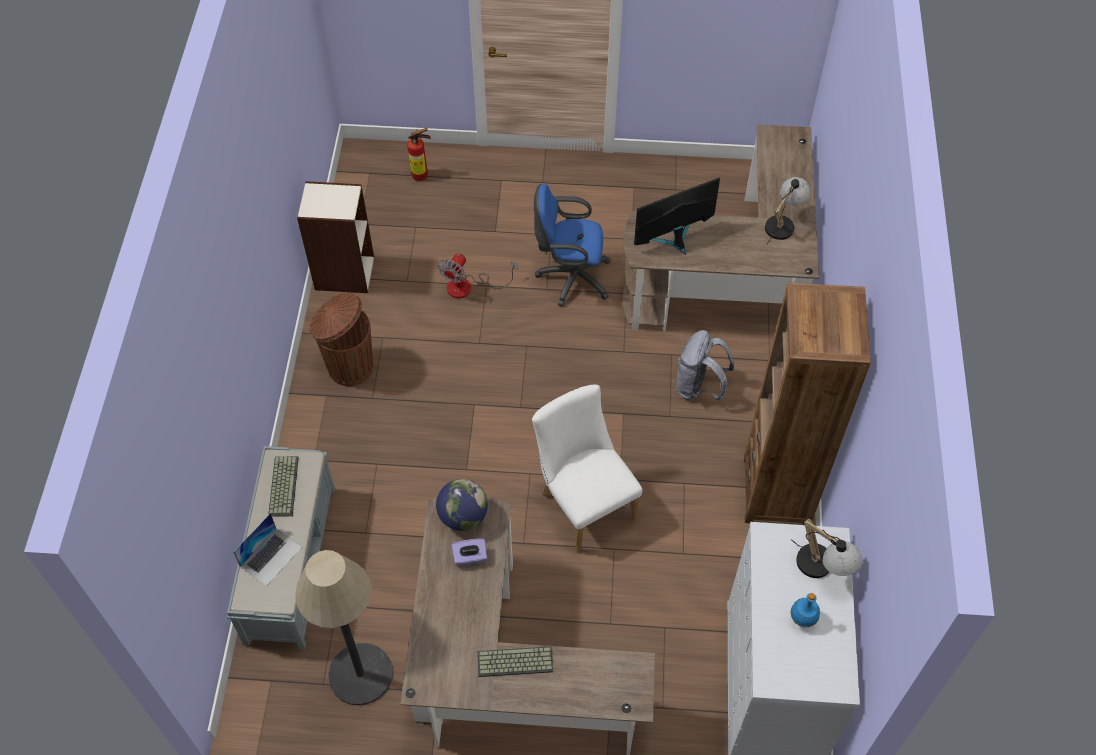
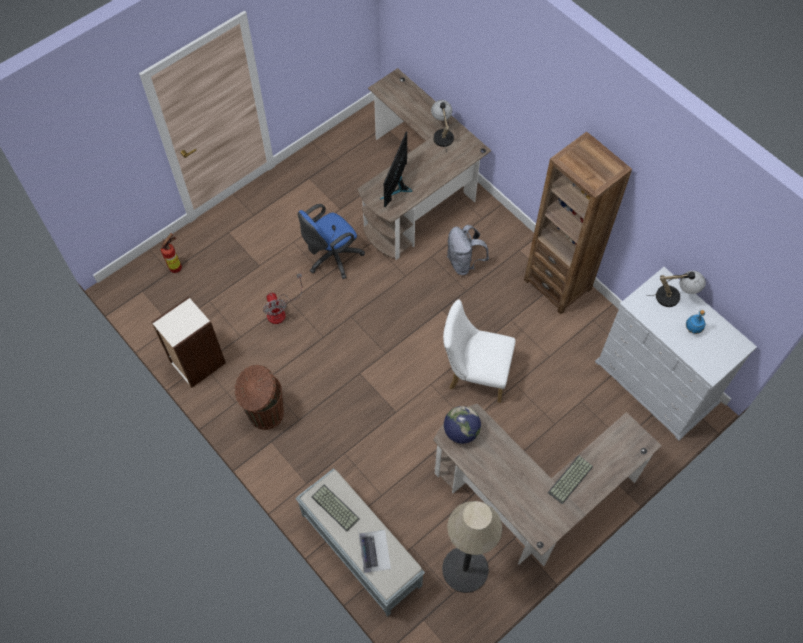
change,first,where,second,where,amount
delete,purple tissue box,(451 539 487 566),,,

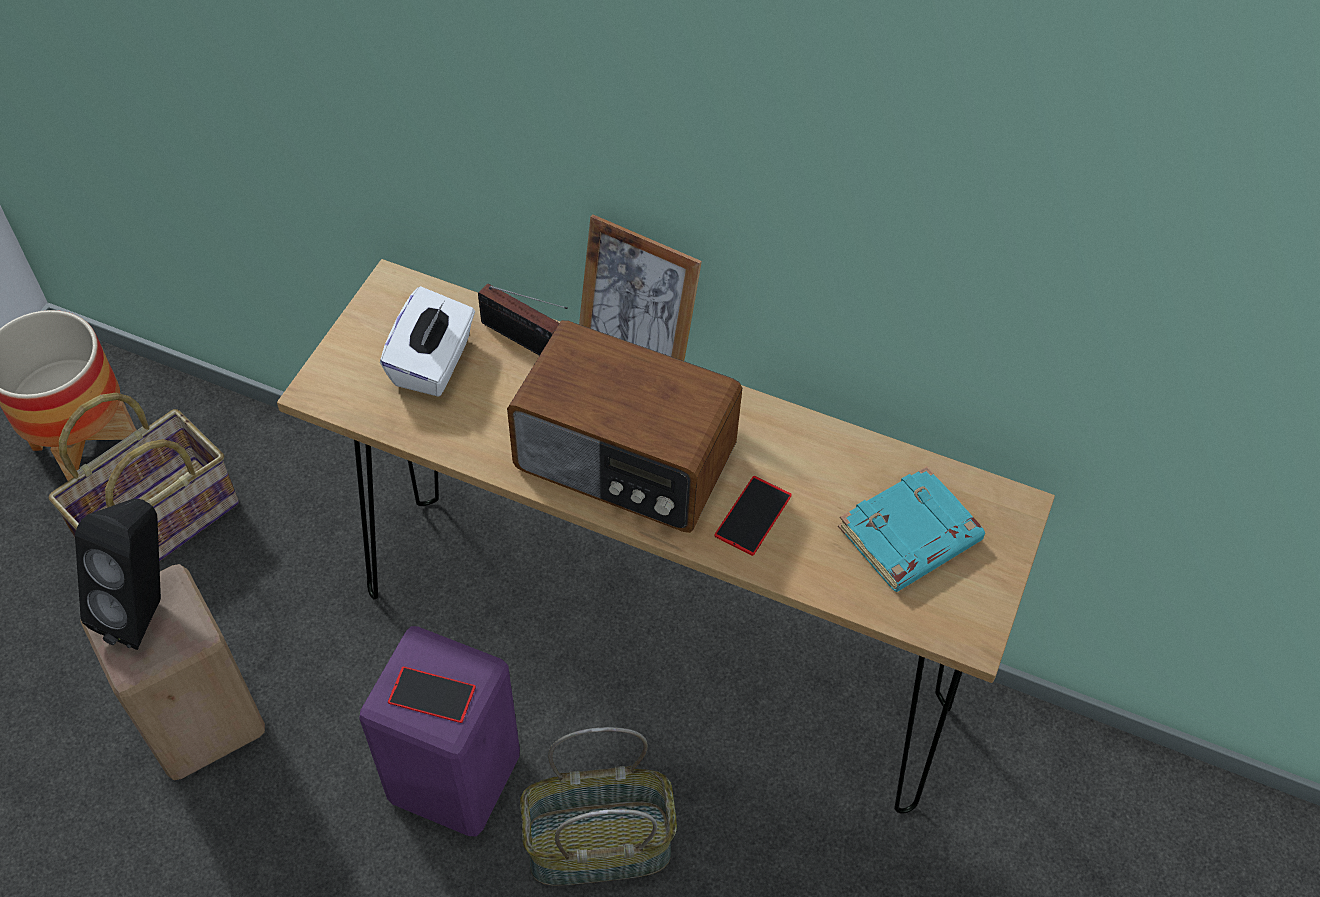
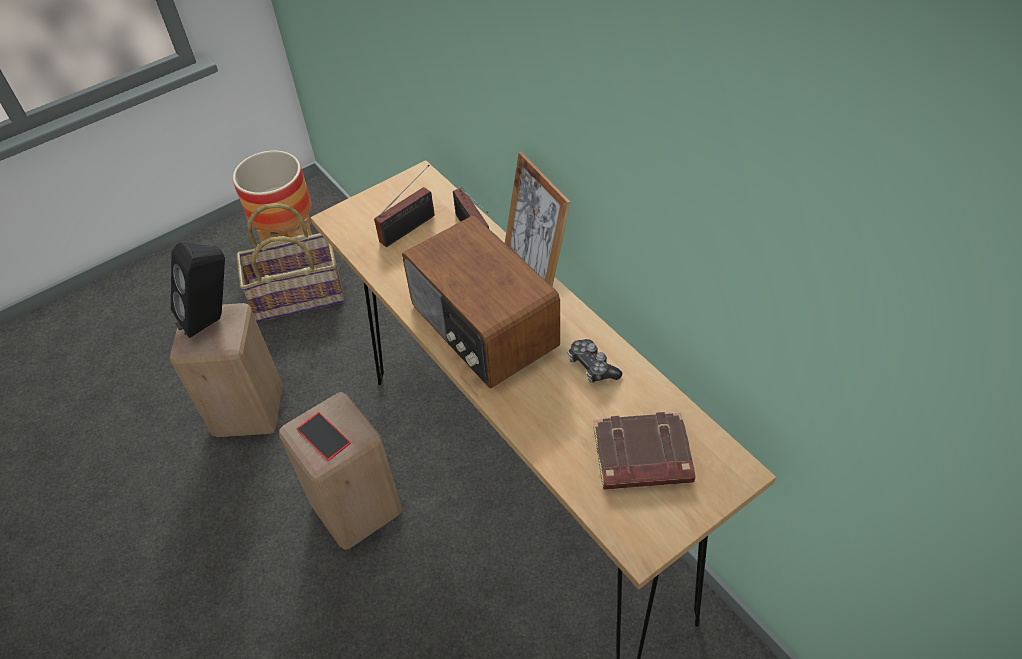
change,first,where,second,where,amount
recolor,purple stool,(359 626 520 837),beige stool,(279 392 402 550),
replace,white tissue box,(380 286 475 397),radio,(374 165 435 247),
insert,,,game controller,(568 339 622 382),
recolor,turquoise book,(838 466 985 592),brown book,(593 412 695 490),
delete,basket,(520 727 677 885),,,
delete,phone,(714 476 792 556),,,

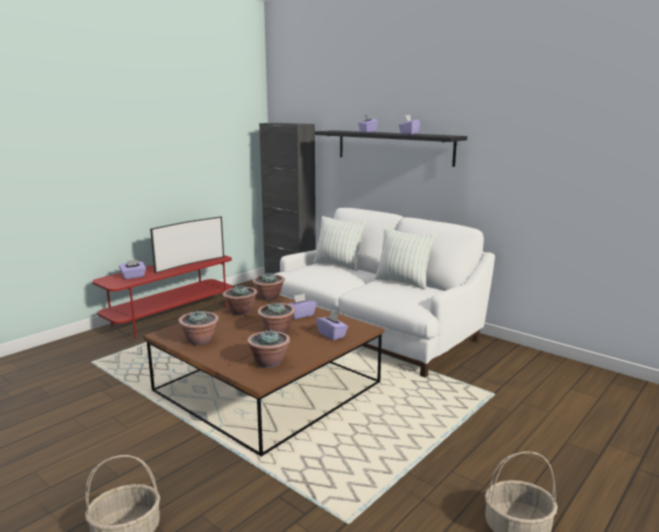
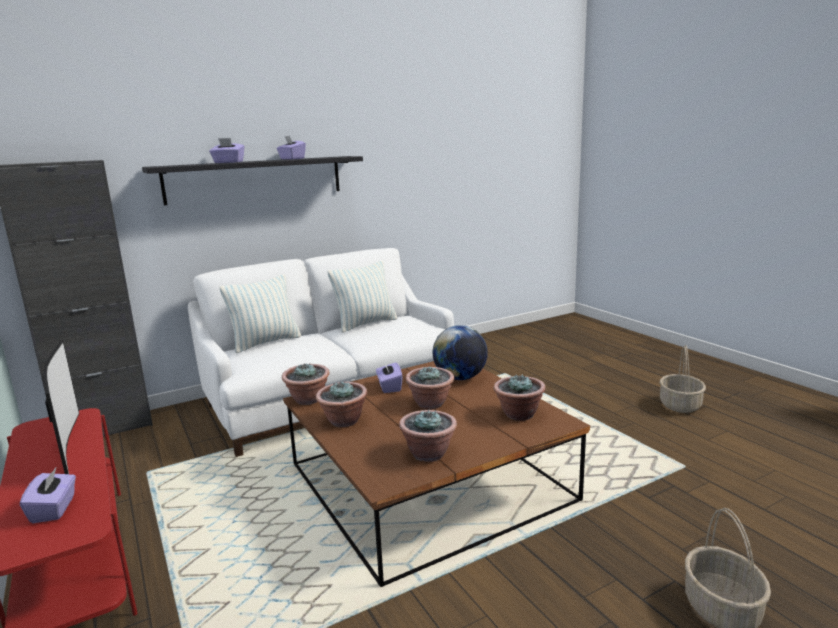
change,first,where,second,where,amount
replace,purple tissue box,(316 311 348 340),globe,(433 325 488 380),

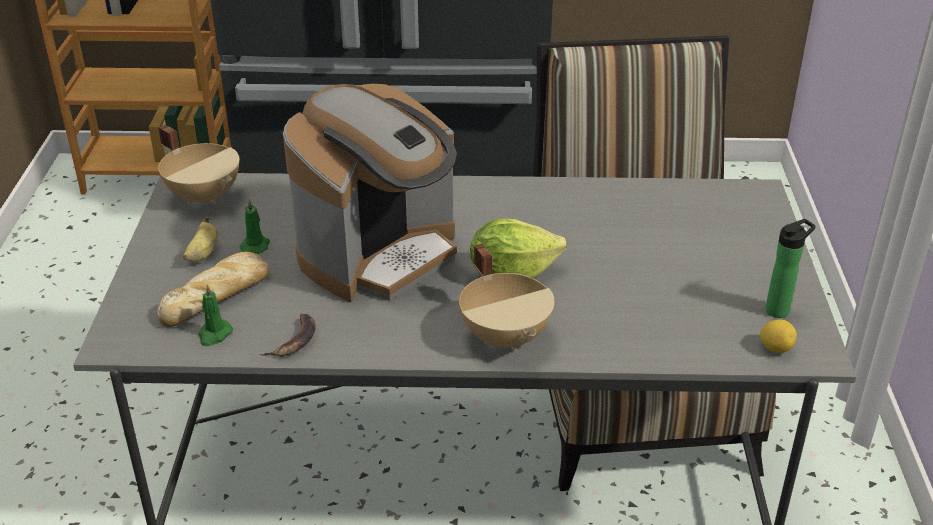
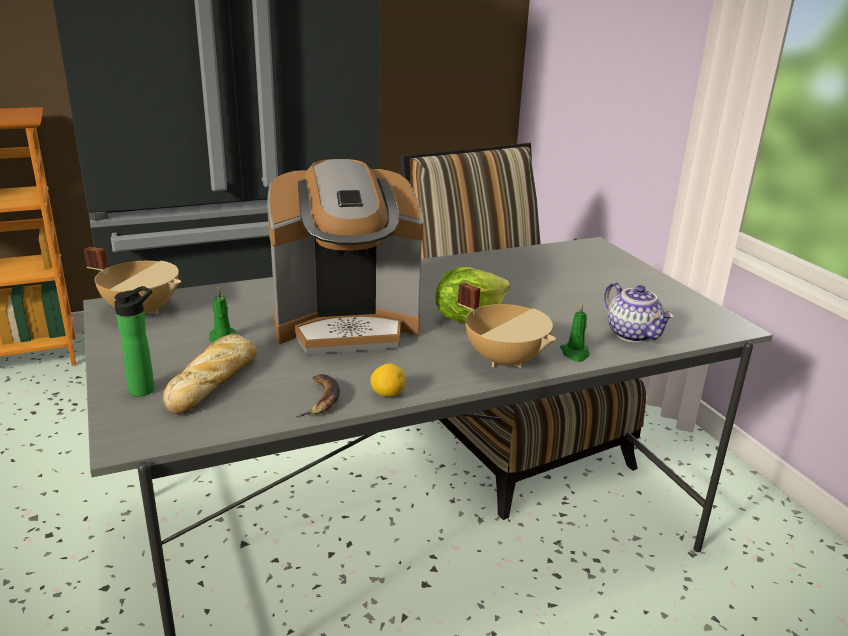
change,first,where,second,where,amount
move,bottle,(765 219 816 318),,(114 286 155 396),
rotate,coffee machine,(283 84 457 302),,(267 159 424 354),60 degrees clockwise
move,lemon,(760 319 797 353),,(370 363 406 397),
move,green candle,(198 284 233 346),,(560 303 589 362),
insert,,,teapot,(604 282 674 343),
delete,banana,(183 216 218 263),,,

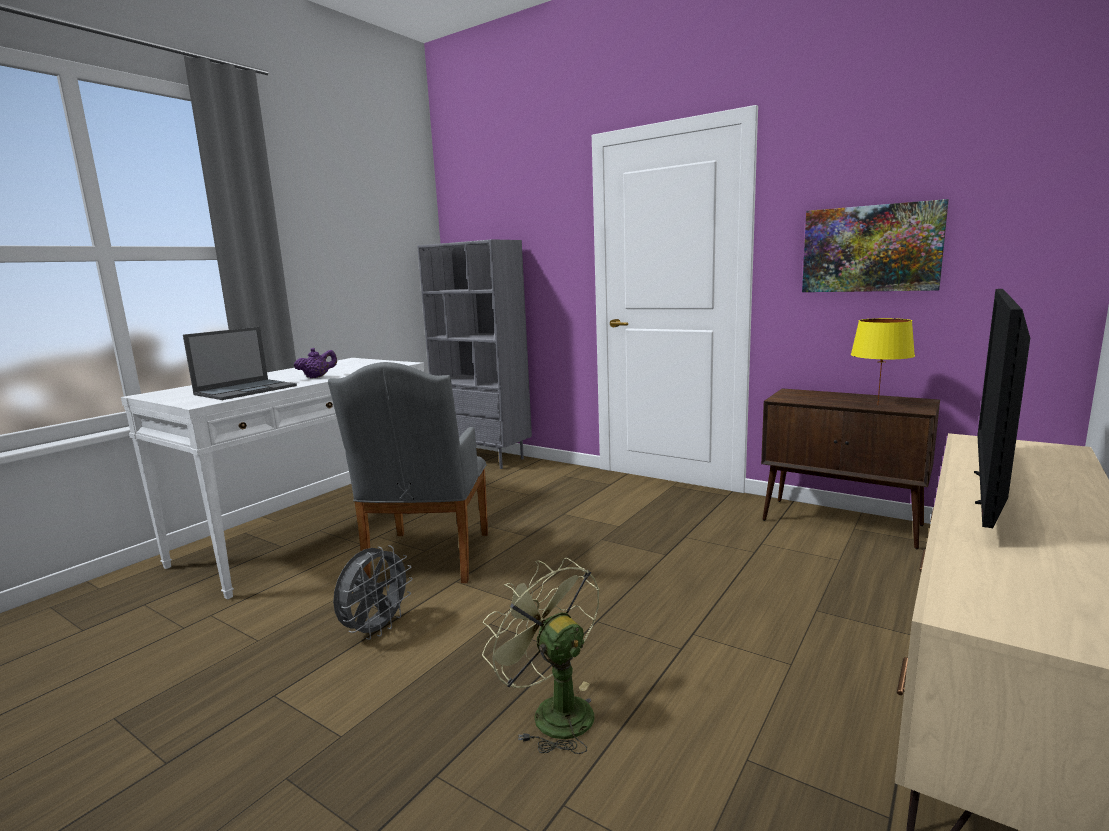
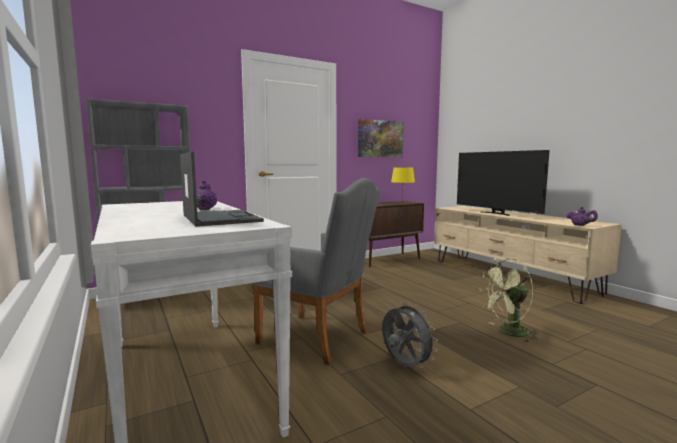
change,first,where,second,where,amount
insert,,,purple teapot,(566 207 598 226),

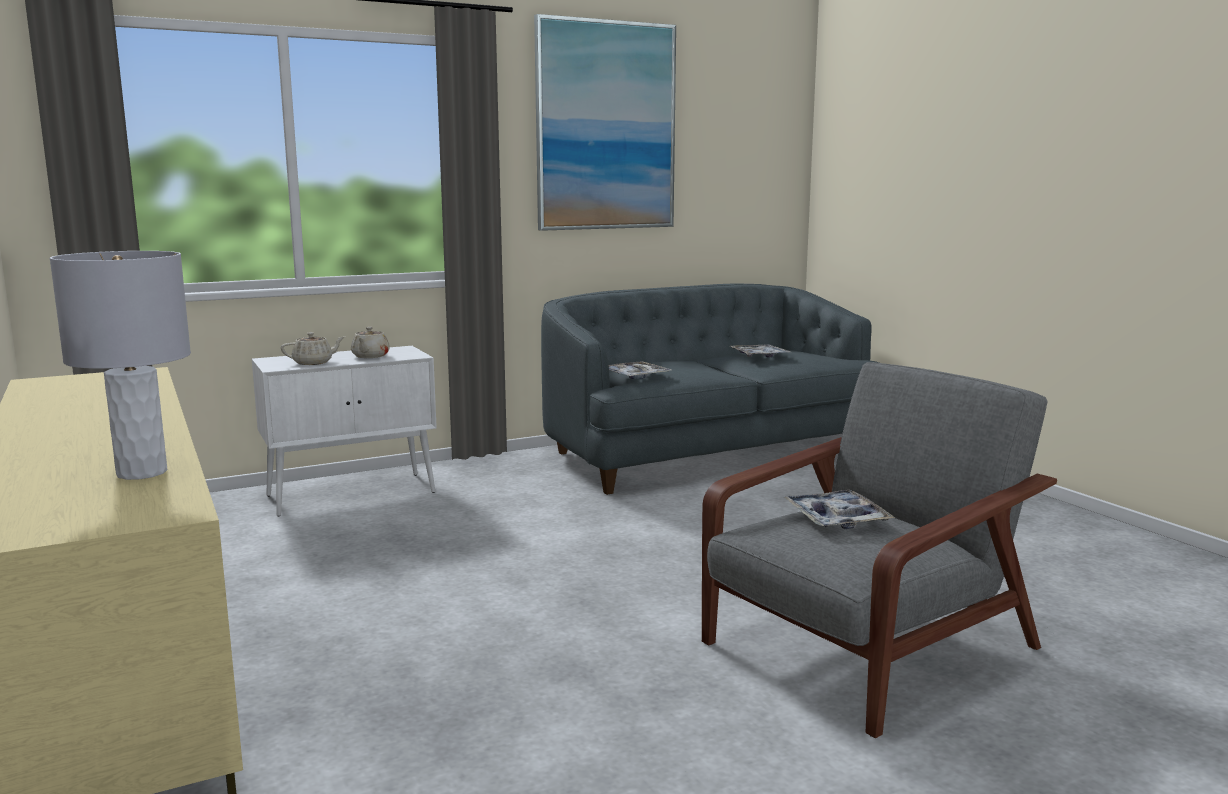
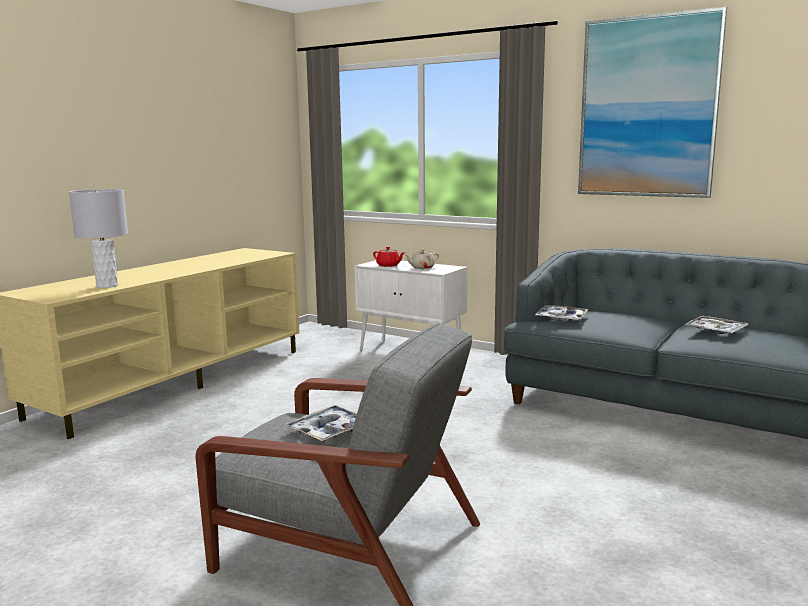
change,first,where,second,where,amount
recolor,beige teapot,(281 332 344 365),red teapot,(373 247 405 267),

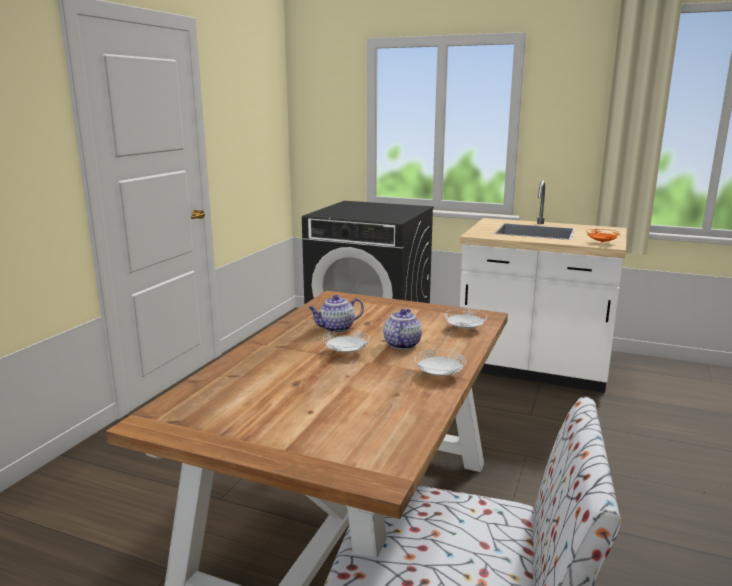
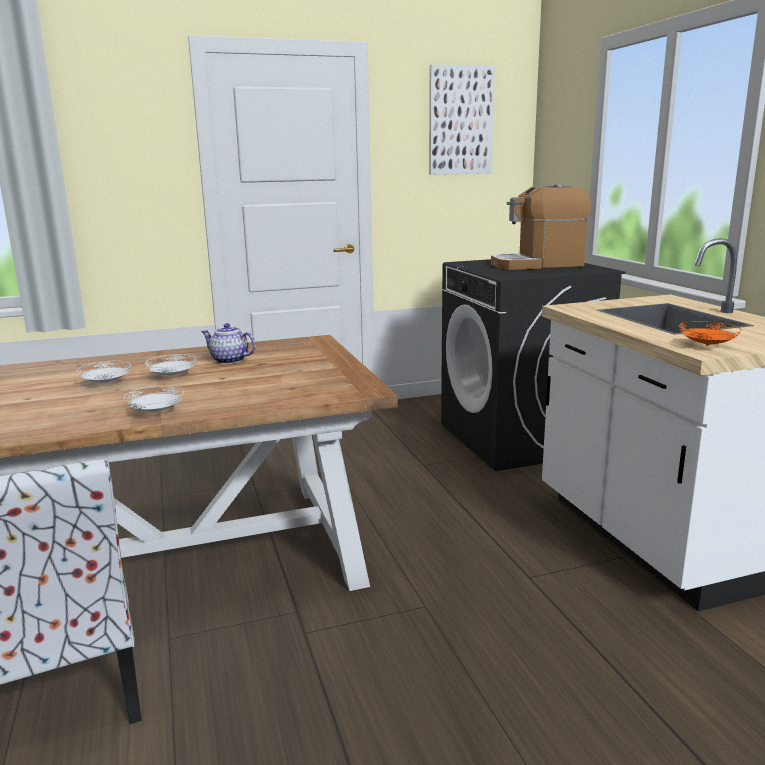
change,first,where,second,where,amount
move,white plate,(444 309 487 329),,(77 361 131 384),
insert,,,picture,(429 64 495 175),
insert,,,coffee machine,(491 184 591 270),
delete,teapot,(383 309 422 350),,,

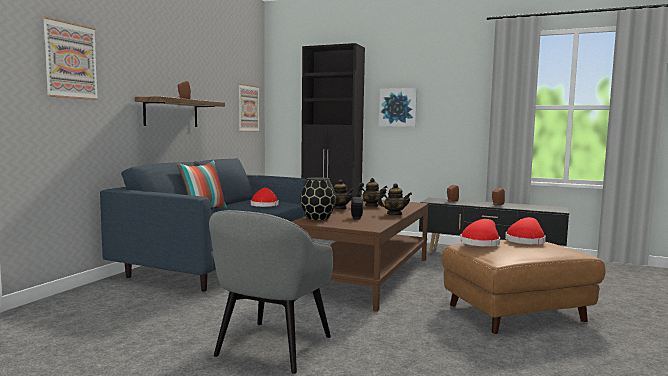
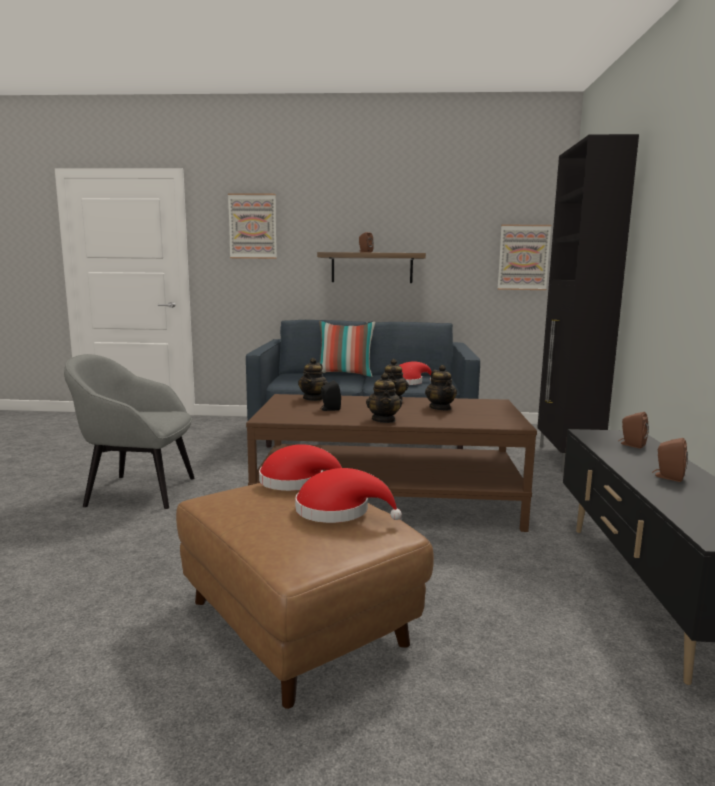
change,first,where,second,where,amount
replace,black vase,(300 177 336 220),teapot,(298 358 328 401),
delete,picture,(379 88 417 127),,,

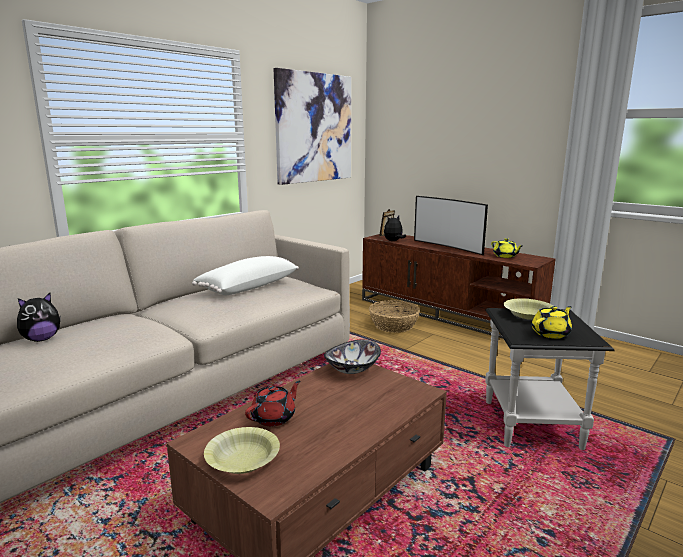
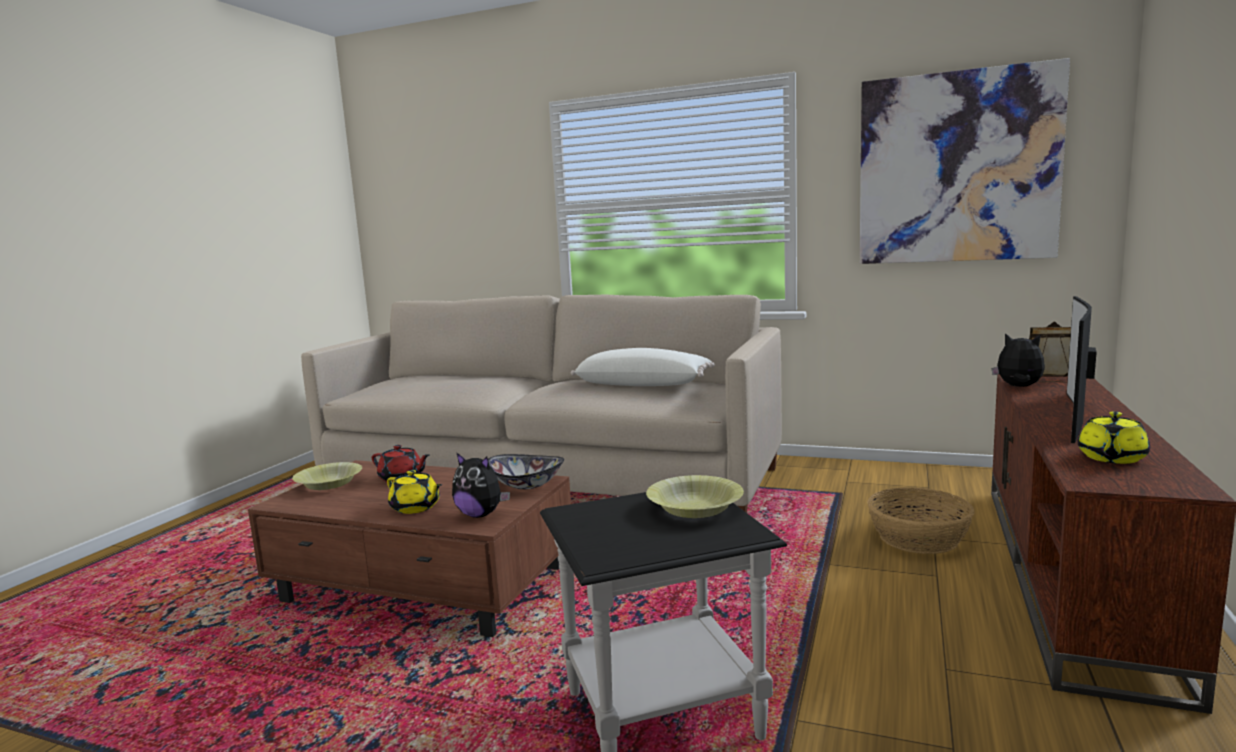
change,first,where,second,where,amount
move,yellow teapot,(532 306 572 339),,(387 470 442 514),
move,plush toy,(17 293 61 342),,(452 452 510 518),

